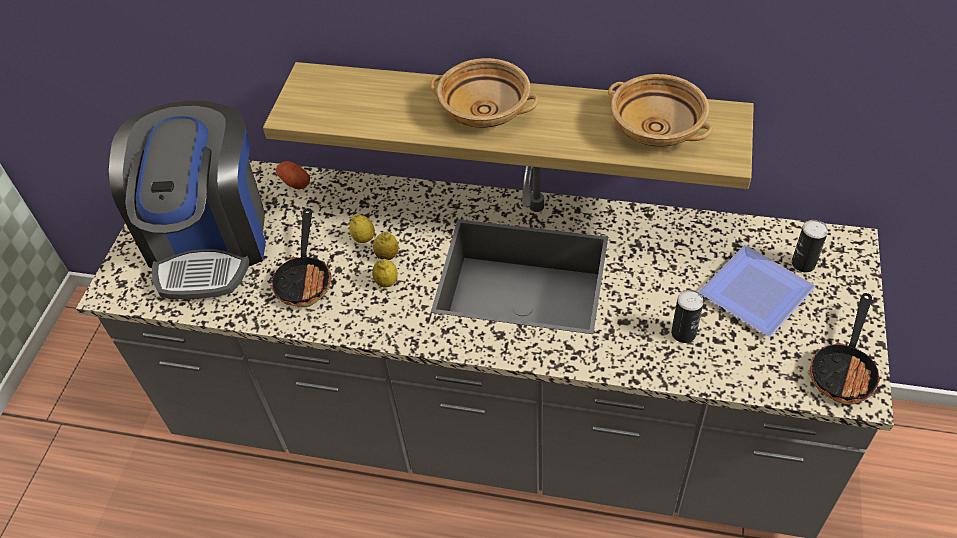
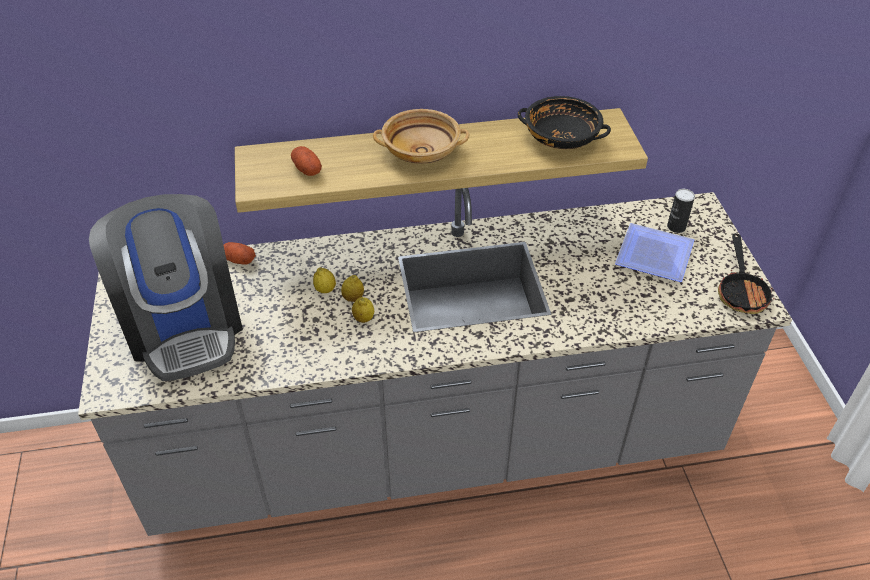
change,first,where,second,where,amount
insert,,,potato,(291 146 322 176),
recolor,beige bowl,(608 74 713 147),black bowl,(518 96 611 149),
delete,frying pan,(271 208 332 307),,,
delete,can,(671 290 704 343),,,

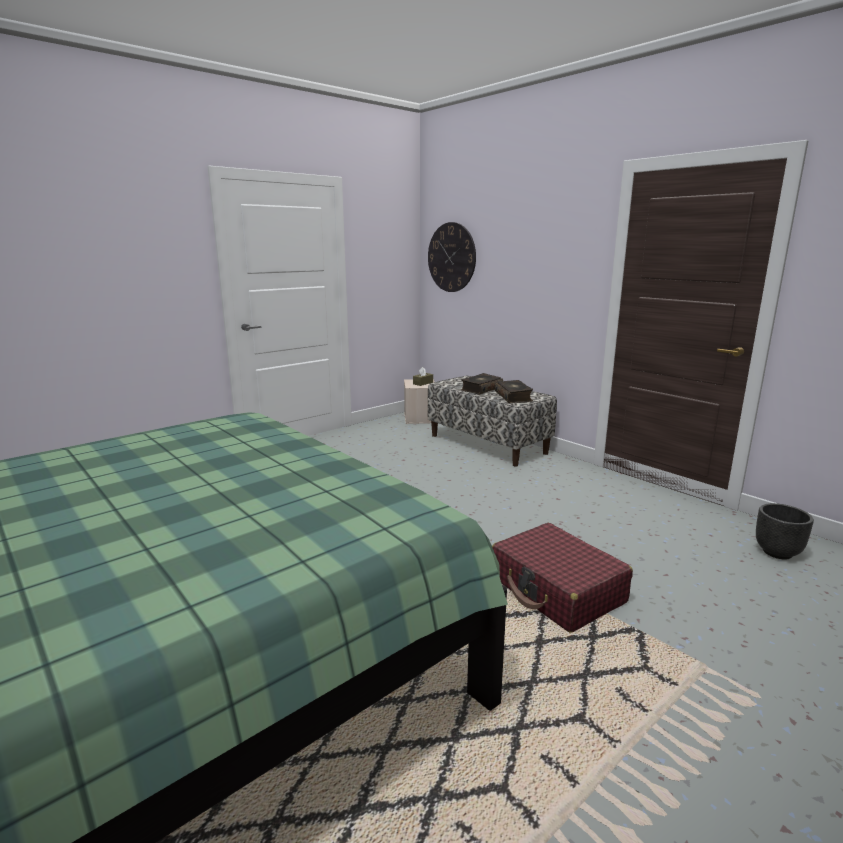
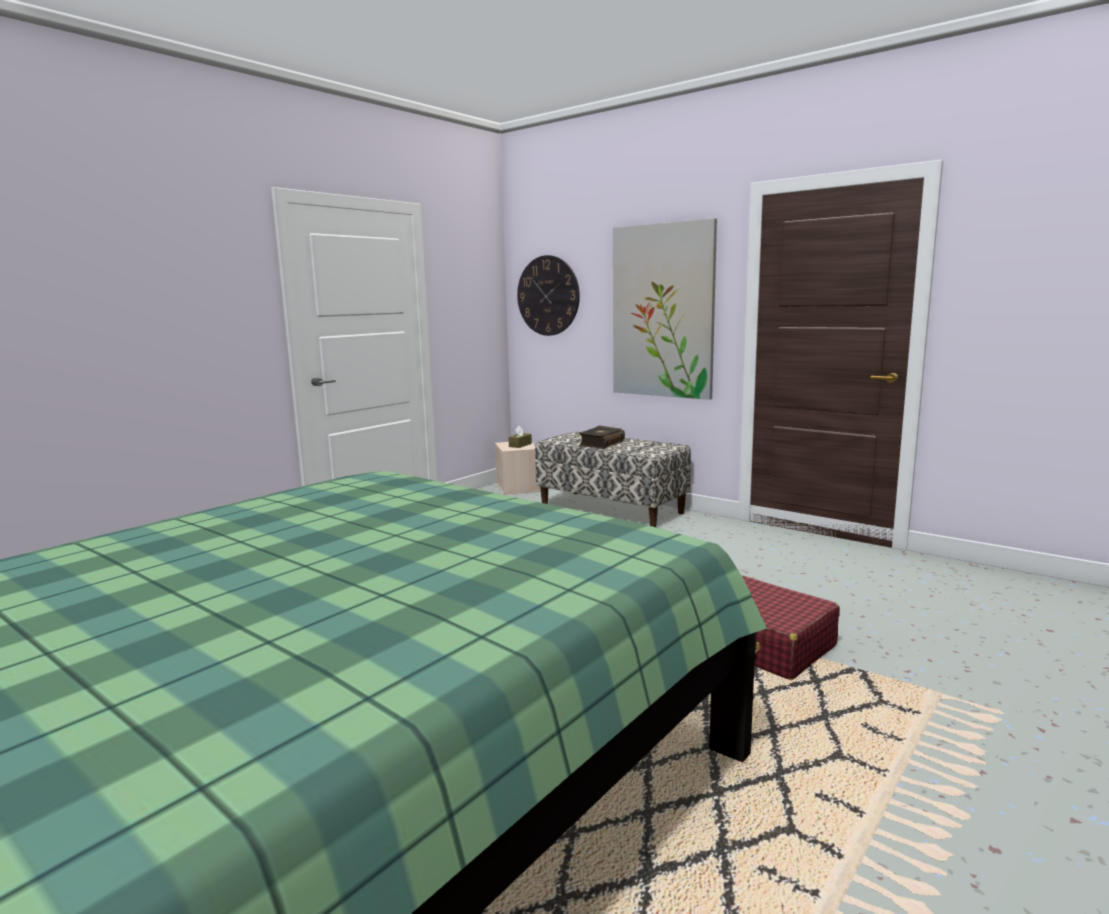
change,first,where,second,where,amount
insert,,,picture,(613 218 717 400),
delete,book,(495 380 533 403),,,
delete,black planter,(756 503 814 559),,,

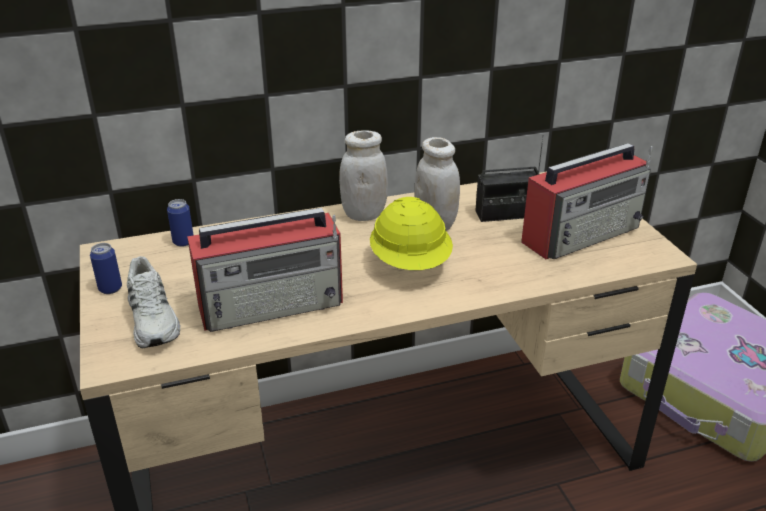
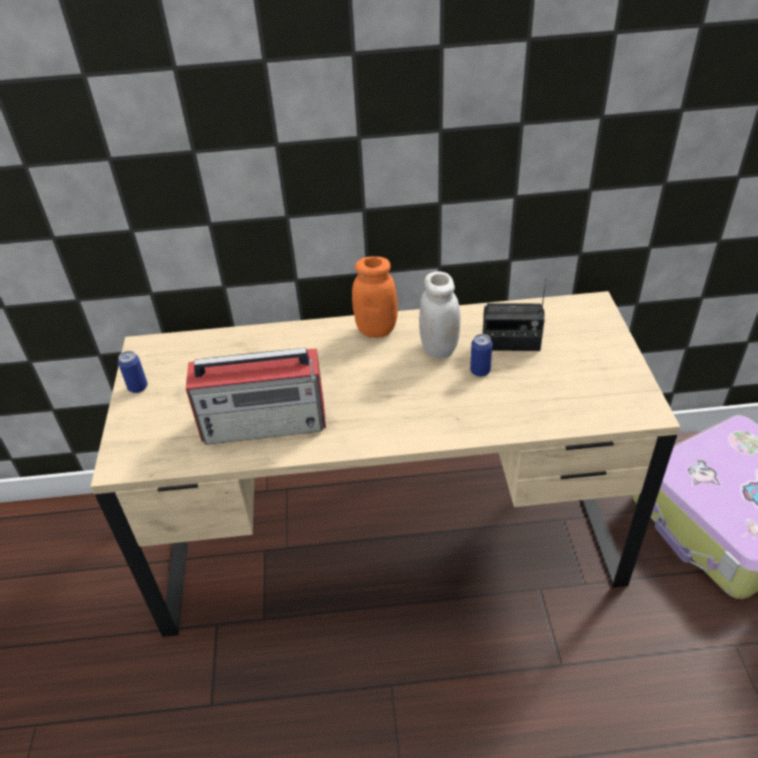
change,first,where,second,where,amount
recolor,white jar,(339 131 388 221),orange jar,(352 256 398 338),
move,can,(167 199 193 247),,(470 334 492 377),
delete,white shoe,(127 256 180 348),,,
delete,yellow hard hat,(370 197 453 270),,,
delete,radio,(521 143 653 259),,,

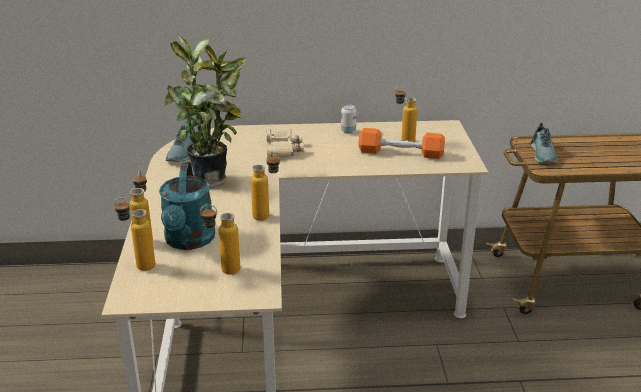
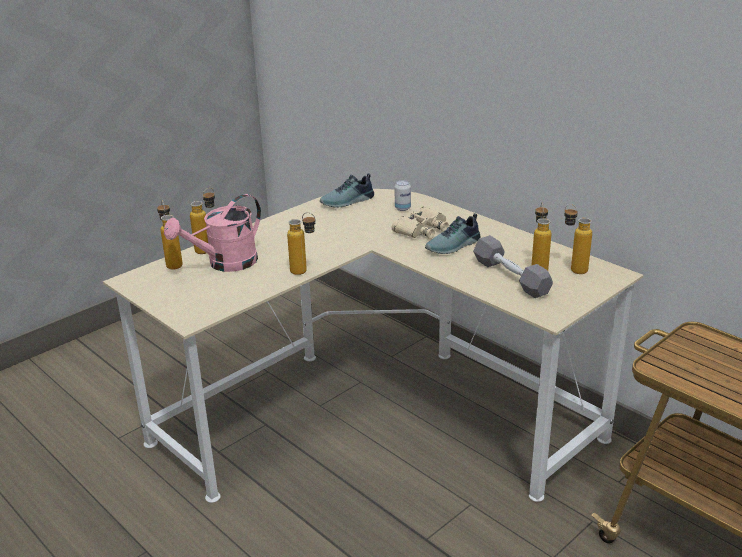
change,first,where,second,where,amount
recolor,turquoise watering can,(159 162 215 250),pink watering can,(164 194 261 272),
move,can,(341 105 357 133),,(395 180 411 211),
move,shoe,(530 123 558 163),,(425 213 480 254),
recolor,orange dumbbell,(359 128 445 159),grey dumbbell,(473 235 553 298),
move,bottle,(200 205 240 275),,(564 204 592 274),
delete,potted plant,(164 34 246 188),,,

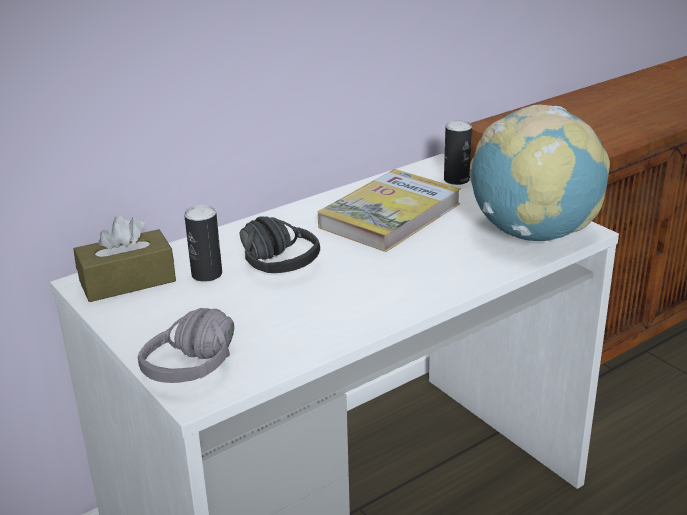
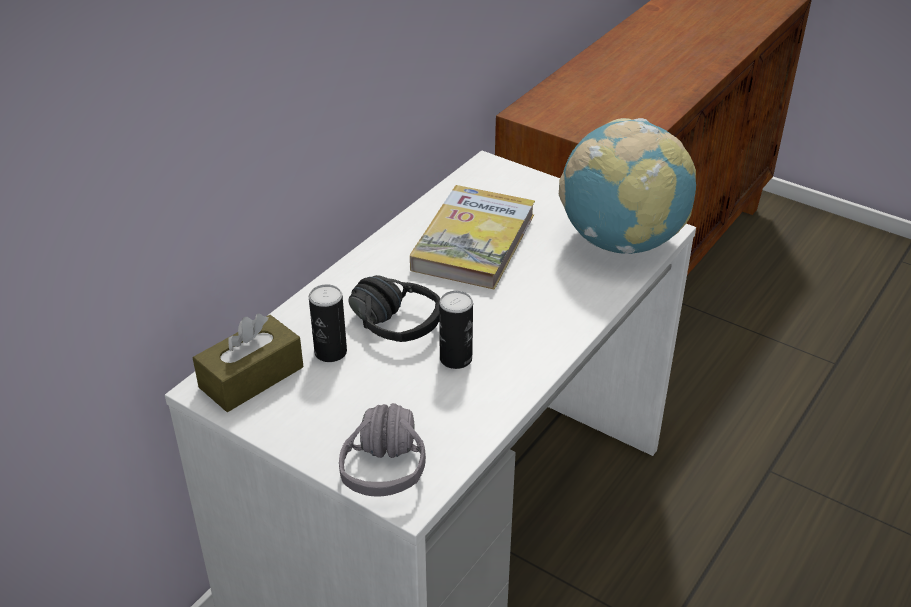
change,first,where,second,where,amount
move,can,(444 120 472 185),,(439 291 473 369),

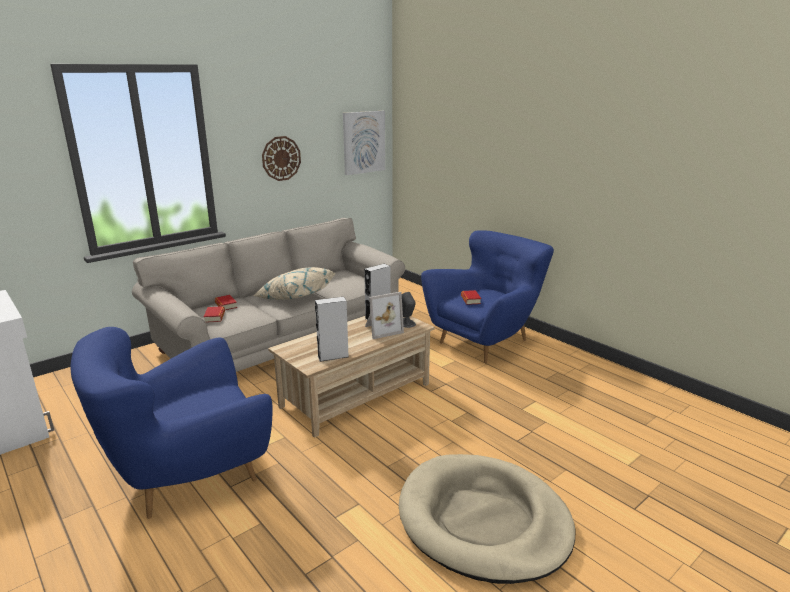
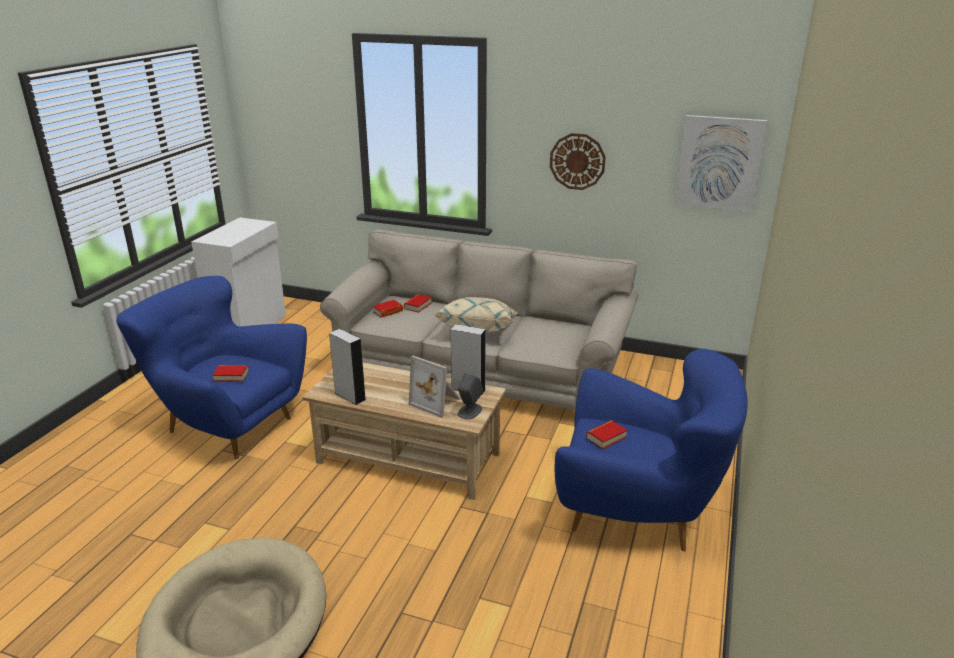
change,first,where,second,where,amount
insert,,,book,(212 365 249 382),

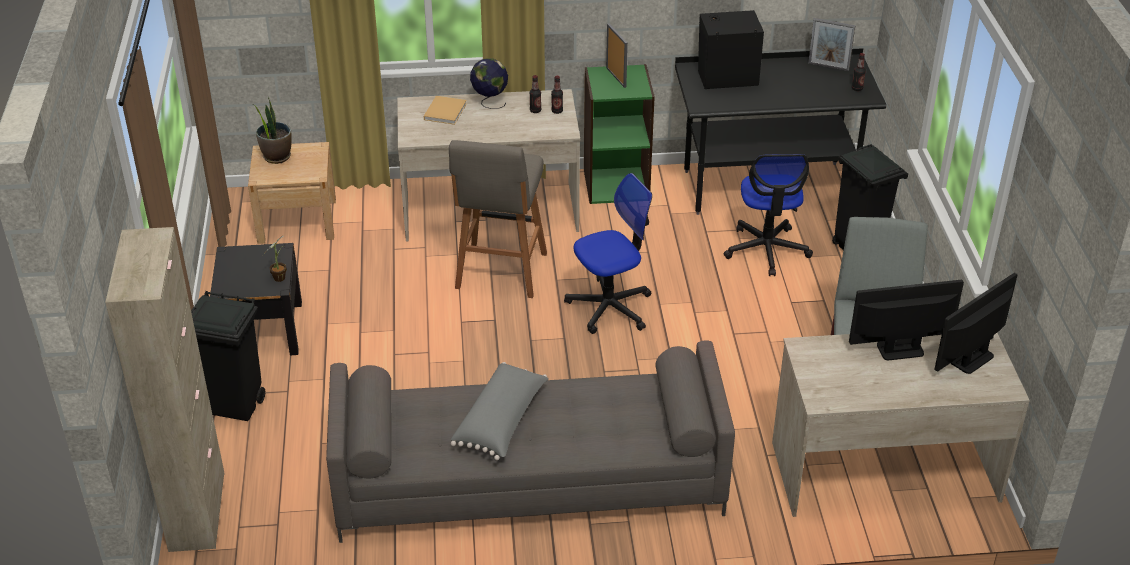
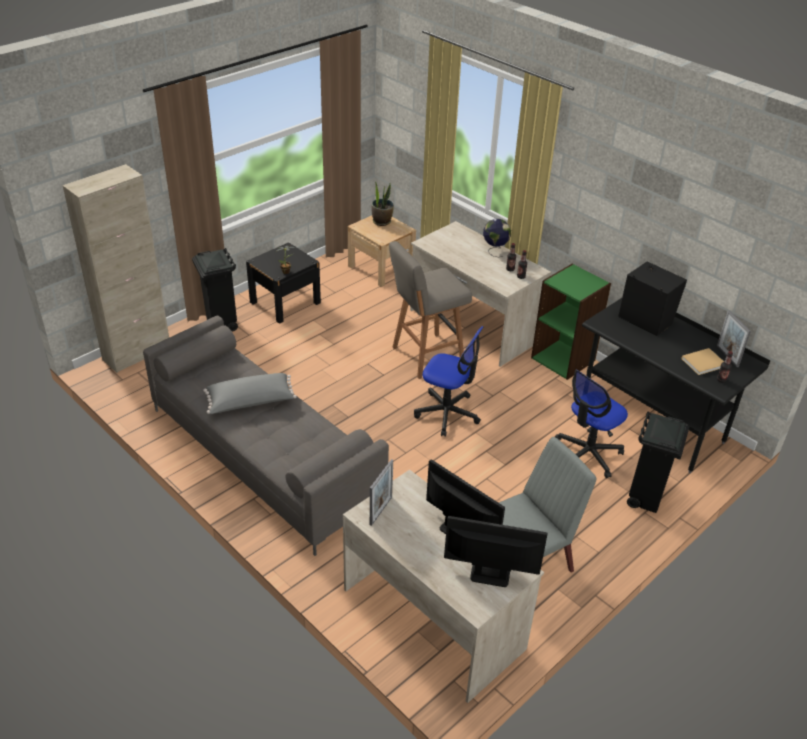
change,first,where,second,where,amount
move,picture frame,(606 23 628 88),,(370 459 393 526),
move,beige book,(424 96 467 125),,(681 348 724 375),

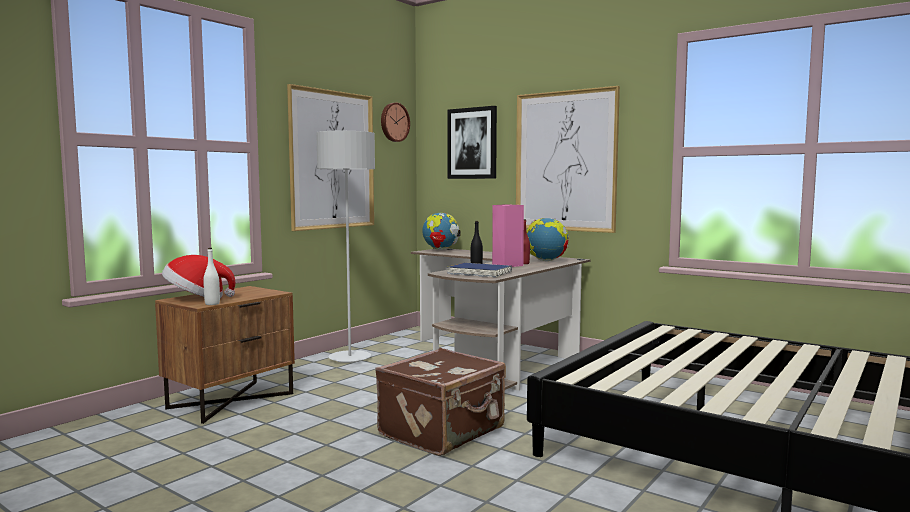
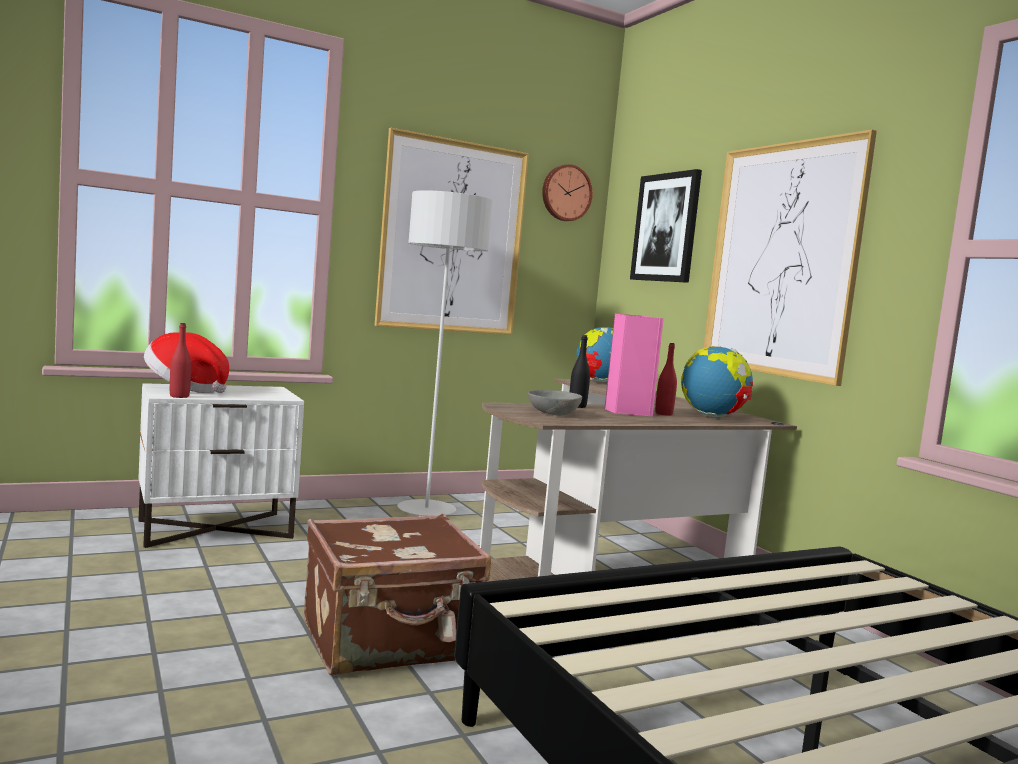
change,first,where,second,where,amount
recolor,brown nightstand,(155 286 295 424),white nightstand,(138 383 304 548),
recolor,white bottle,(203 248 220 305),red bottle,(170 323 191 398),
replace,blue book,(447 263 512 278),grey bowl,(528 390 582 416),

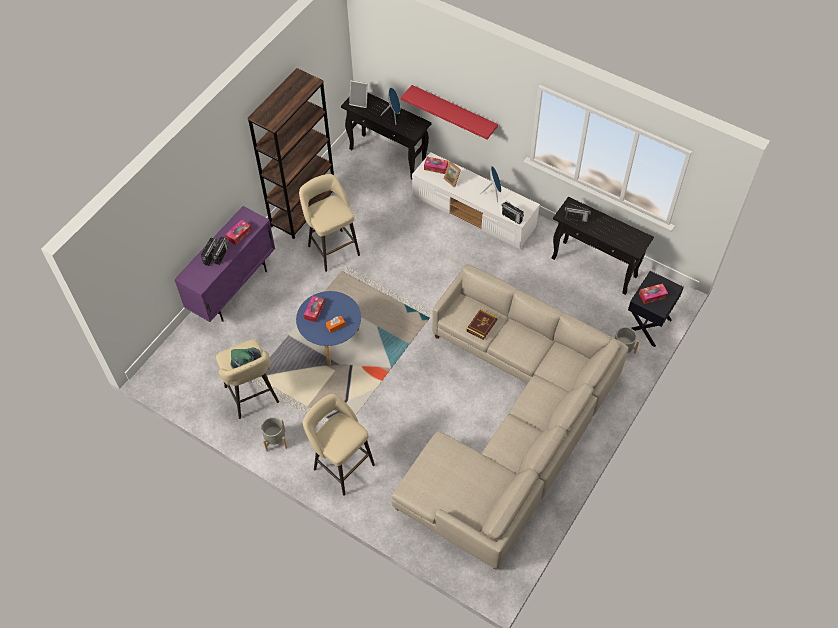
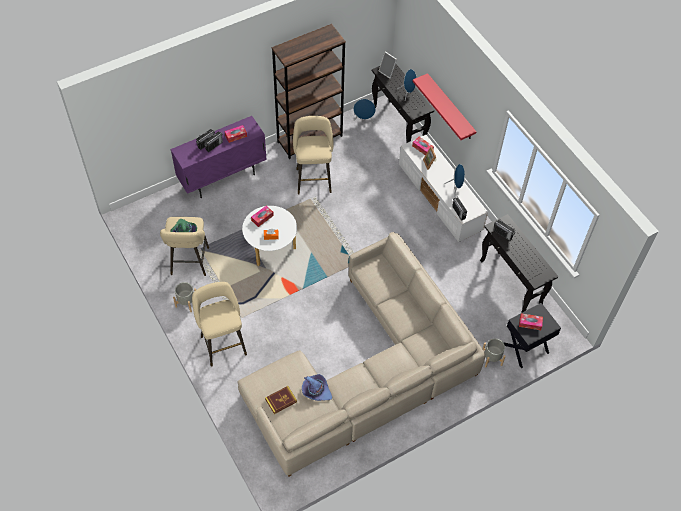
change,first,where,second,where,amount
recolor,blue coffee table,(296 291 361 366),white coffee table,(242 206 297 266),
move,book,(466 309 498 340),,(265 386 297 414),
insert,,,purple hat,(302 374 332 401),
insert,,,blue speaker,(353 99 376 123),

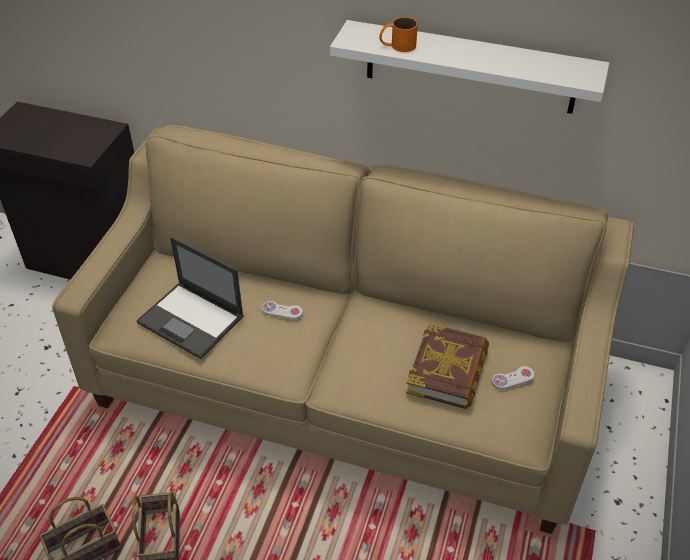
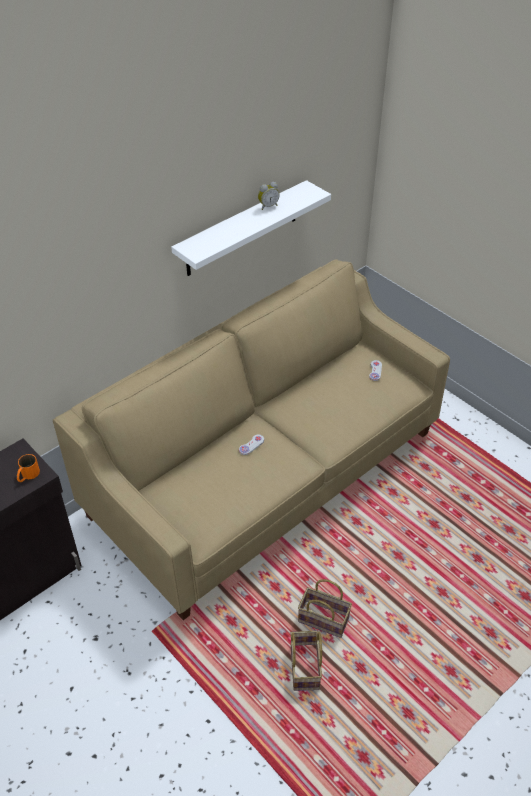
change,first,where,second,where,amount
move,orange mug,(379 17 418 52),,(17 454 40 482),
insert,,,alarm clock,(258 182 280 210),
delete,laptop,(136 237 244 359),,,
delete,book,(406 323 489 409),,,

